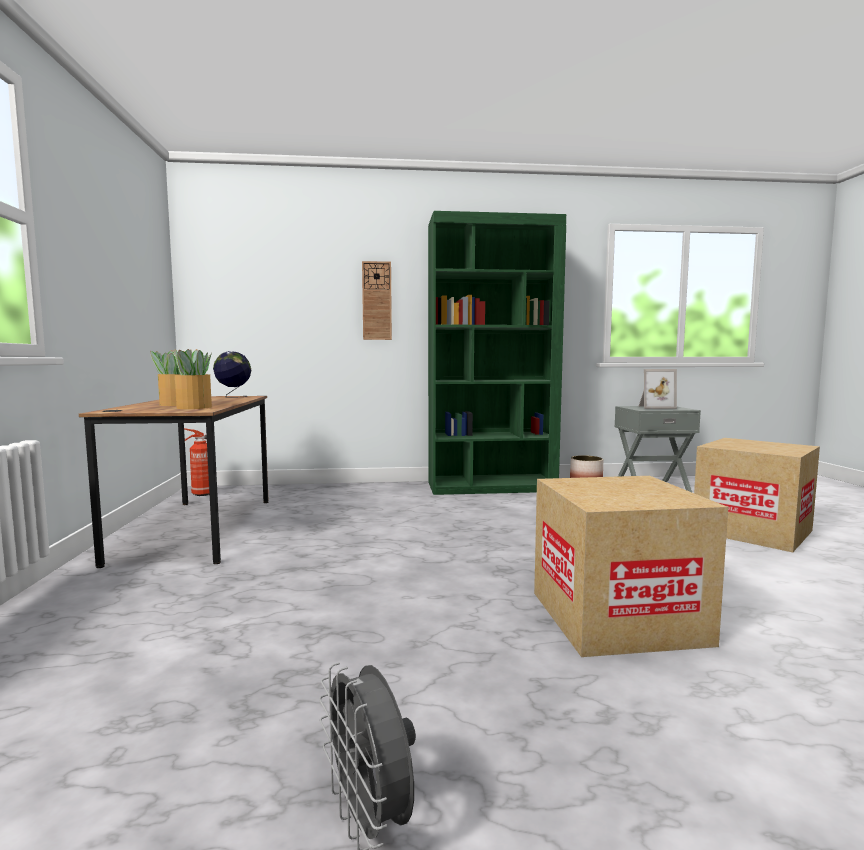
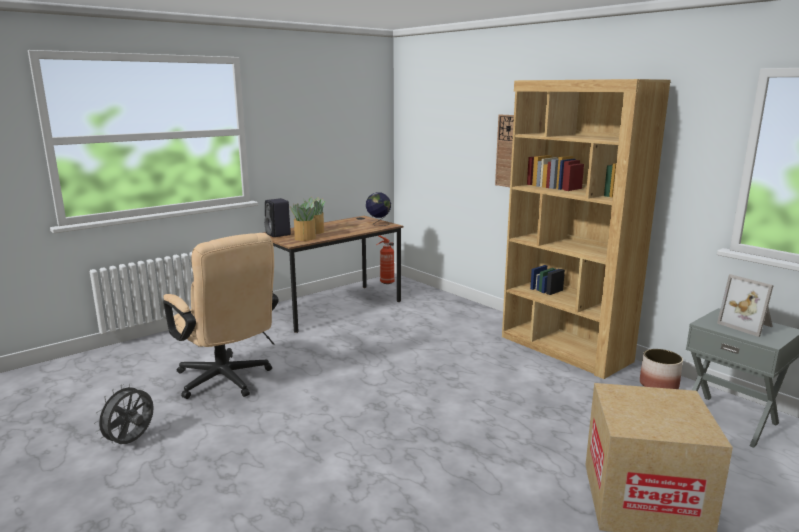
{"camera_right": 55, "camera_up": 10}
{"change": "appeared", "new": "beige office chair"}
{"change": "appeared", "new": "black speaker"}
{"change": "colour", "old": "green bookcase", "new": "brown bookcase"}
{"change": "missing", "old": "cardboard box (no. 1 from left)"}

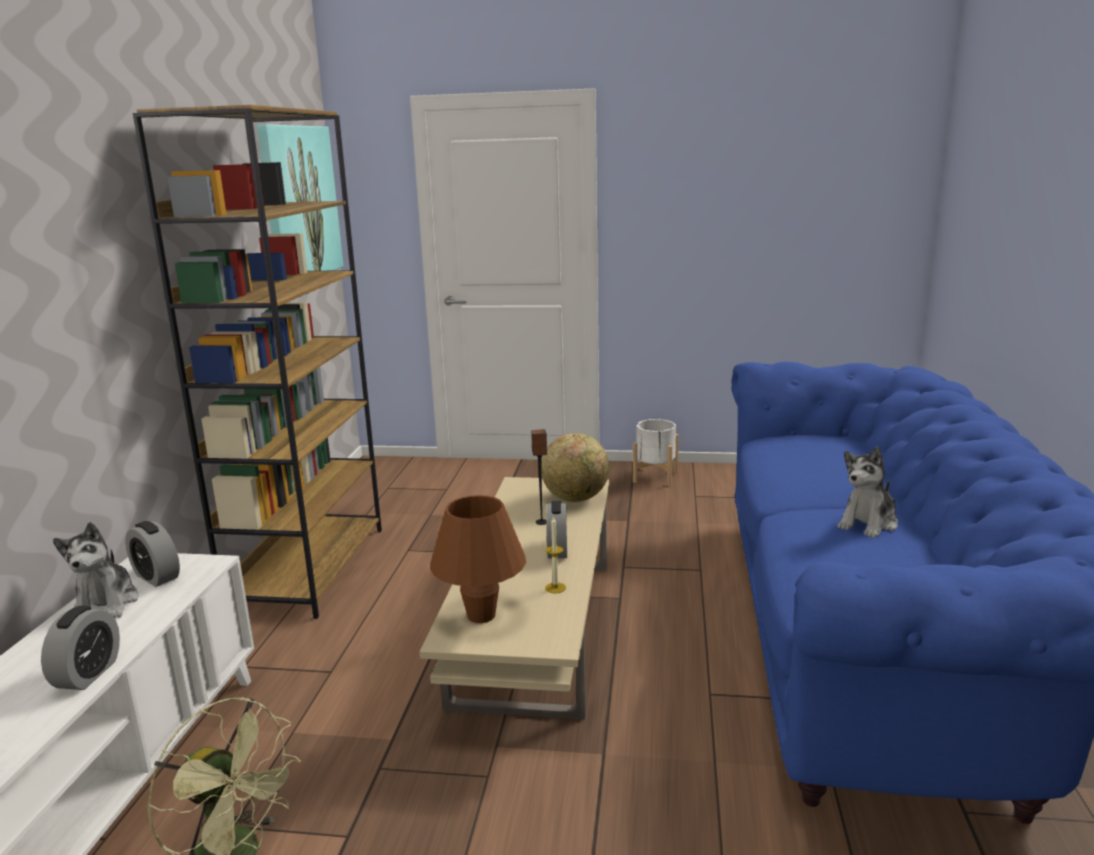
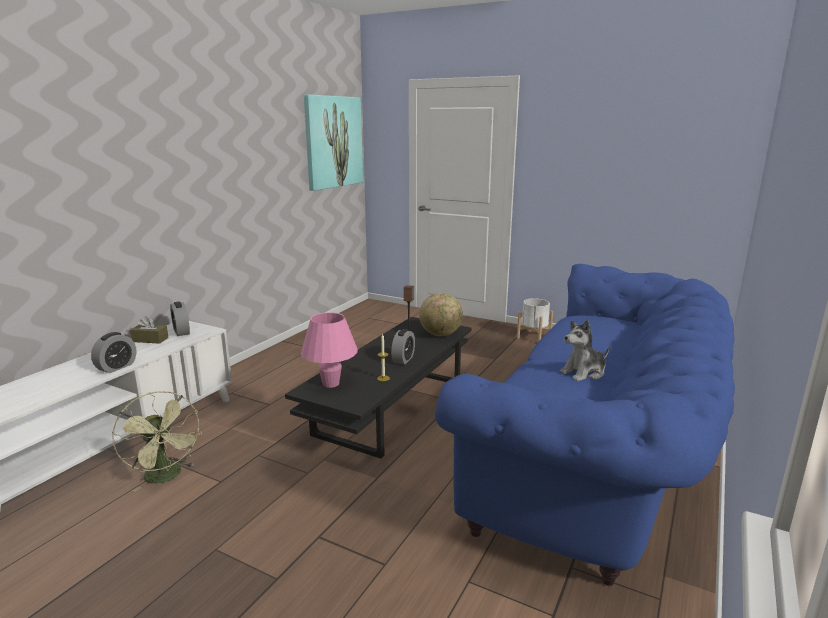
{"camera_right": 20, "camera_up": 0}
{"change": "exchanged", "old": "plush toy (no. 1 from left)", "new": "brown tissue box"}
{"change": "colour", "old": "beige coffee table", "new": "black coffee table"}
{"change": "colour", "old": "brown table lamp", "new": "pink table lamp"}
{"change": "missing", "old": "brown bookcase"}

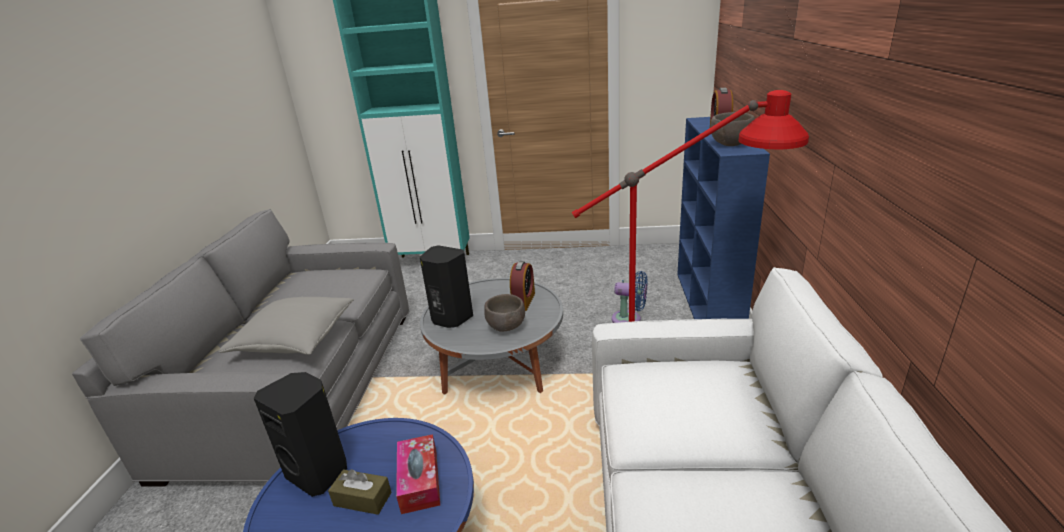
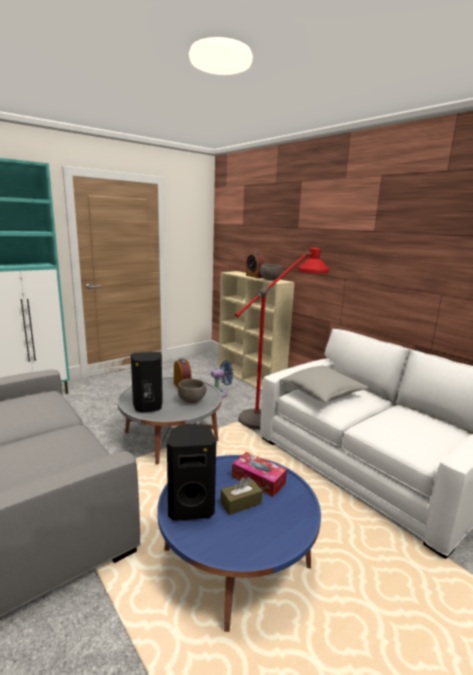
{"camera_right": -45, "camera_up": -10}
{"change": "colour", "old": "blue bookcase", "new": "beige bookcase"}
{"change": "relocated", "old": "grey pillow"}

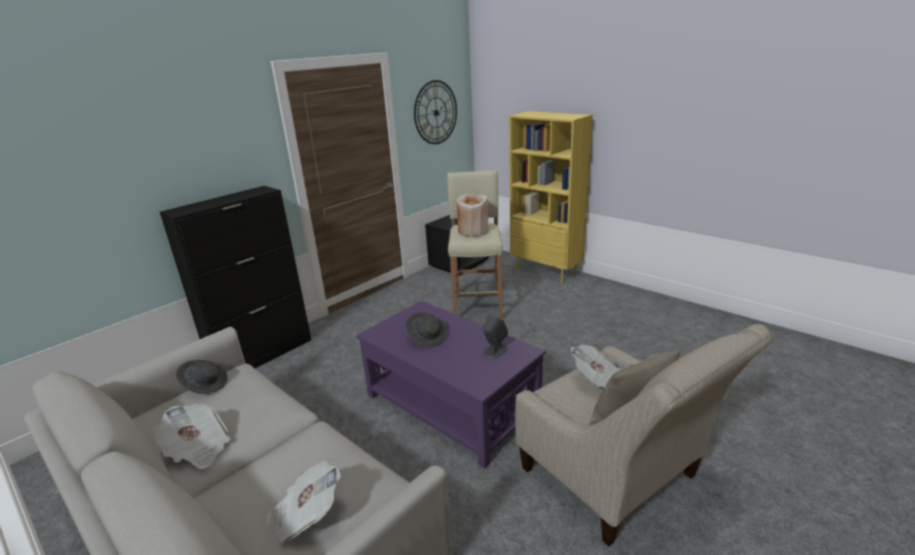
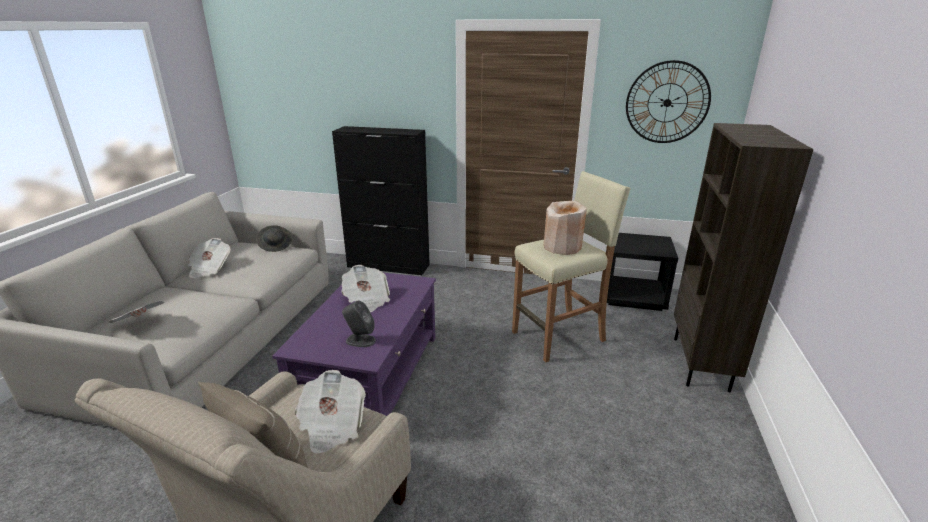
{"camera_right": 60, "camera_up": 0}
{"change": "exchanged", "old": "grey hat (no. 2 from left)", "new": "newspaper (no. 4 from left)"}
{"change": "colour", "old": "yellow bookcase", "new": "brown bookcase"}

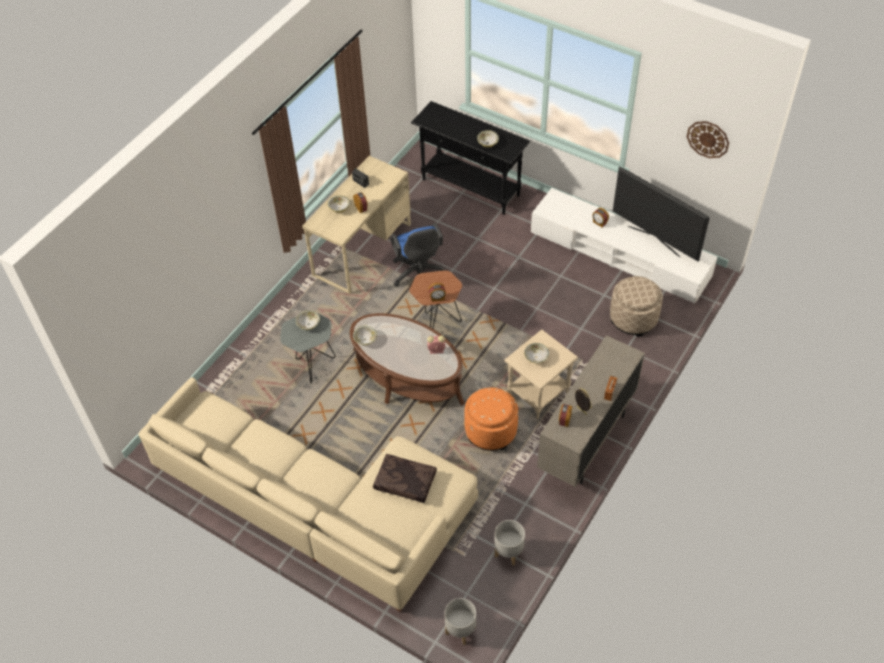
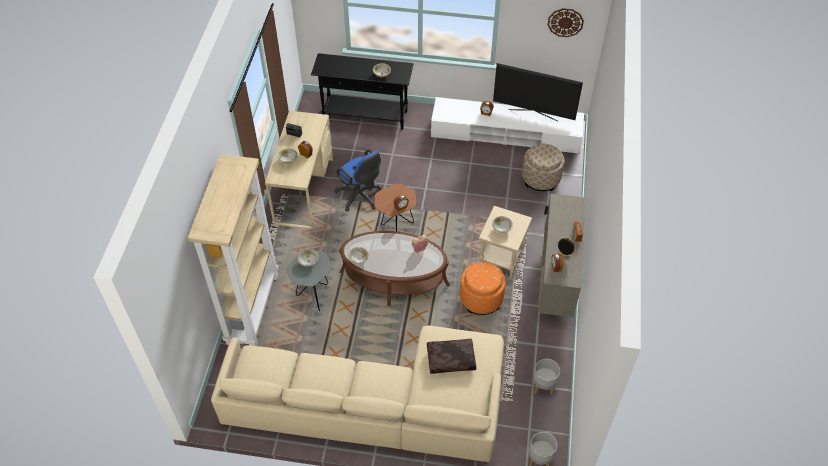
{"camera_right": -25, "camera_up": 0}
{"change": "appeared", "new": "beige bookcase"}

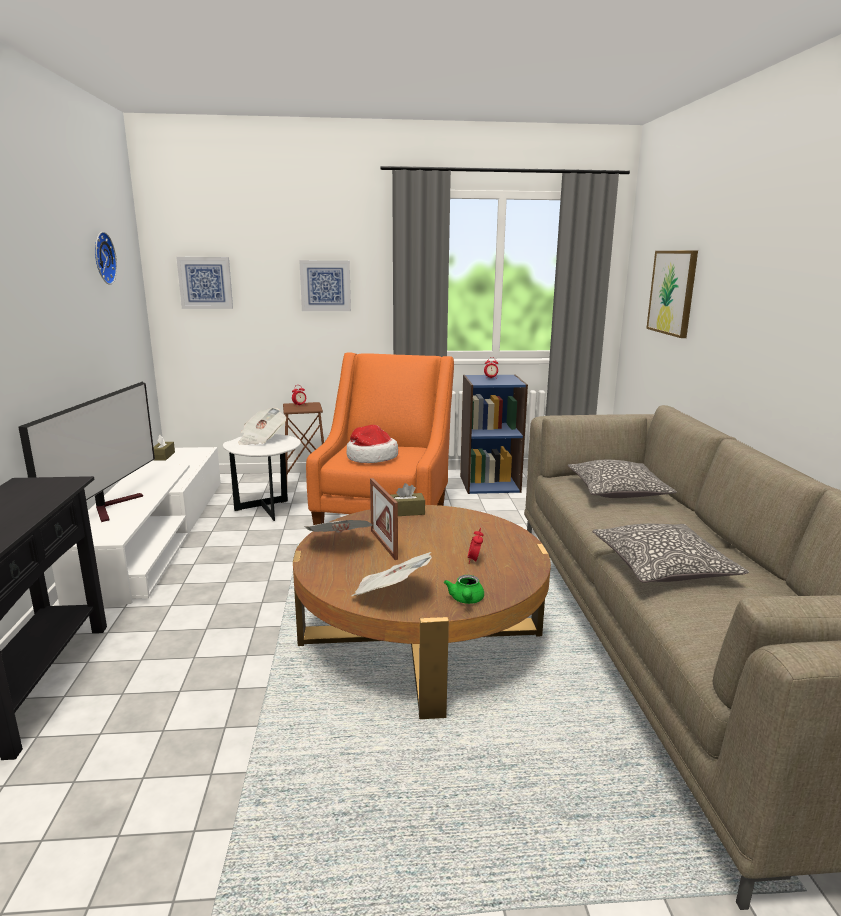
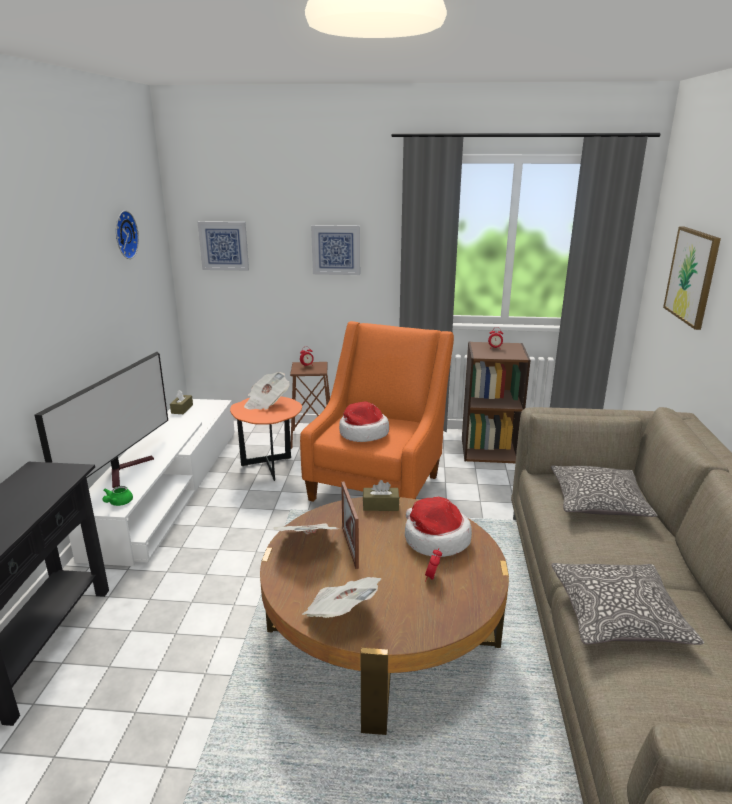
{"camera_right": 10, "camera_up": 5}
{"change": "relocated", "old": "green teapot"}
{"change": "colour", "old": "white side table", "new": "orange side table"}
{"change": "appeared", "new": "hat (no. 2 from left)"}
{"change": "colour", "old": "blue bookcase", "new": "brown bookcase"}

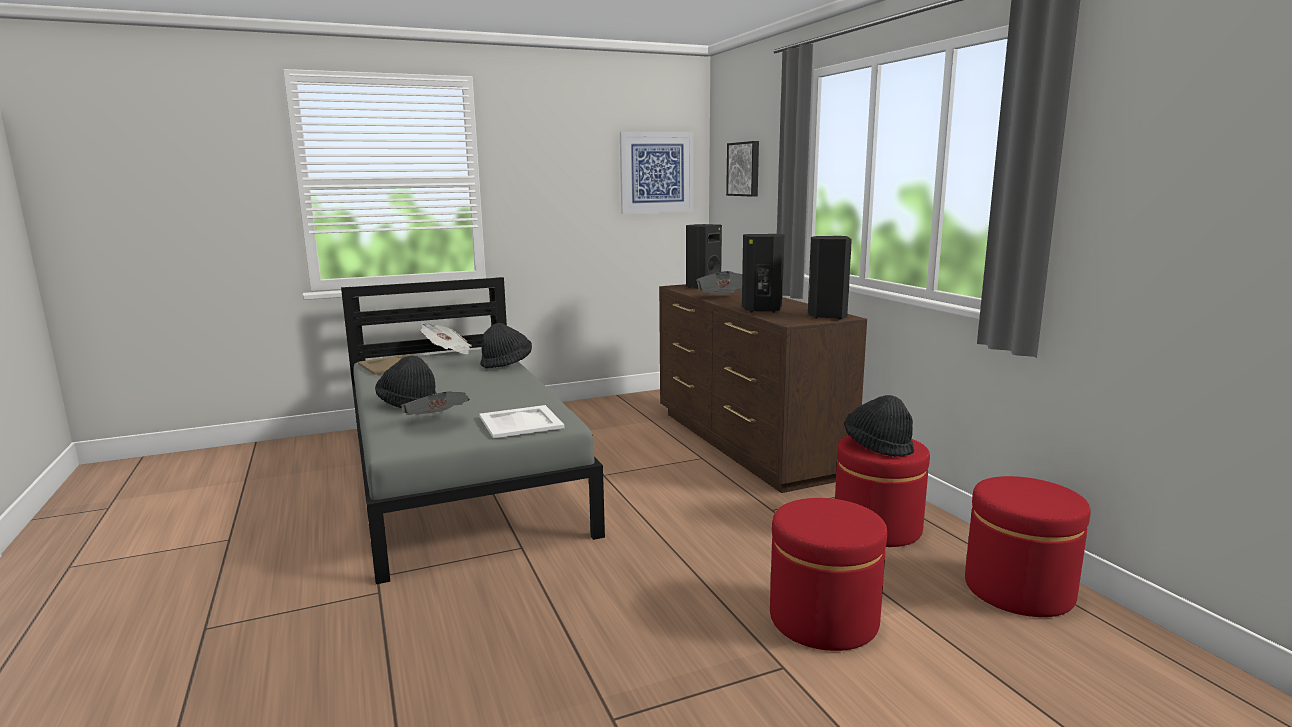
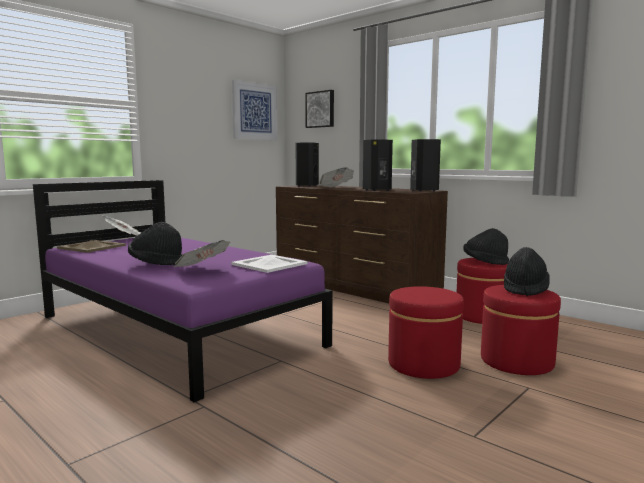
{"camera_right": -25, "camera_up": -5}
{"change": "colour", "old": "grey bed", "new": "purple bed"}
{"change": "relocated", "old": "red ottoman (no. 3 from left in the first image)", "new": "red ottoman (no. 1 from left)"}
{"change": "relocated", "old": "black hat (no. 2 from left in the first image)", "new": "black hat (no. 3 from left)"}

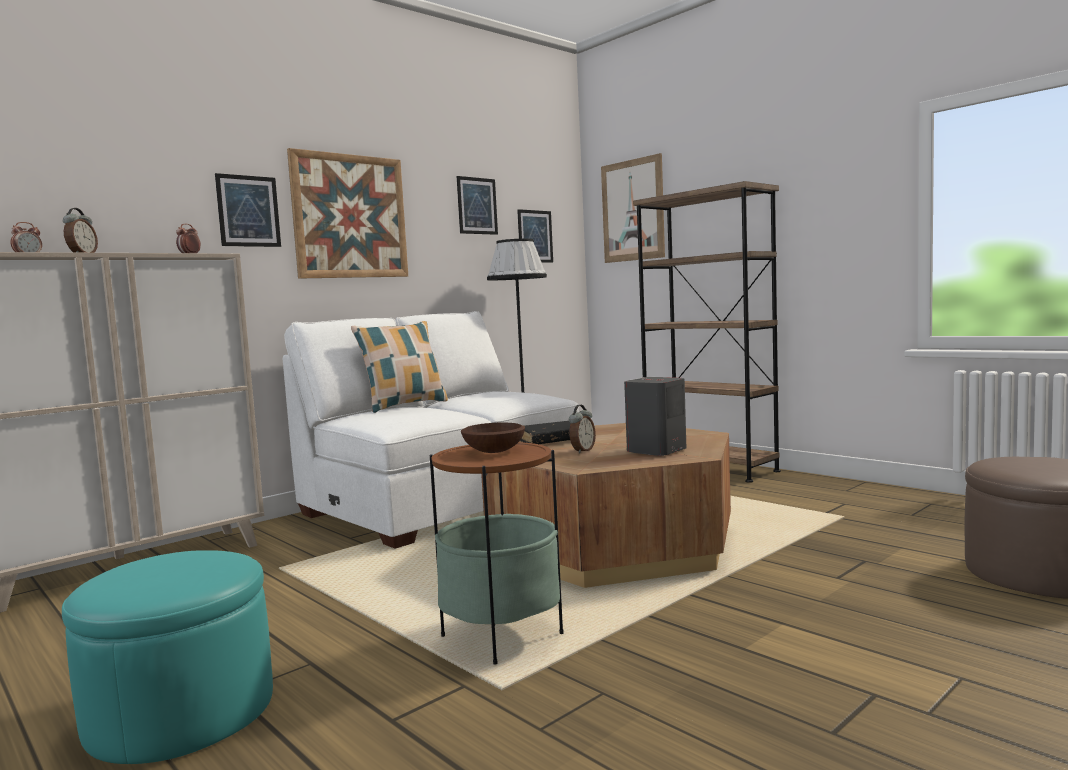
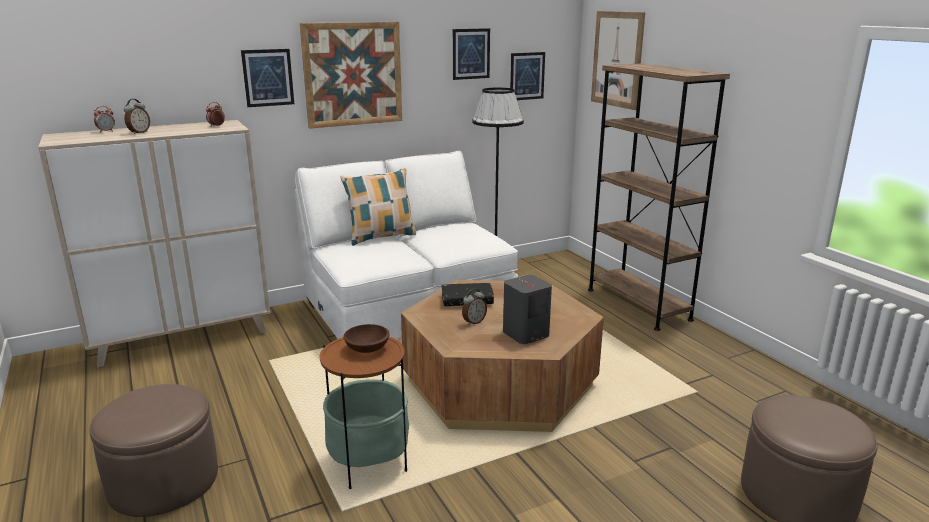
{"camera_right": 15, "camera_up": 15}
{"change": "colour", "old": "turquoise ottoman", "new": "brown ottoman (no. 1 from left)"}

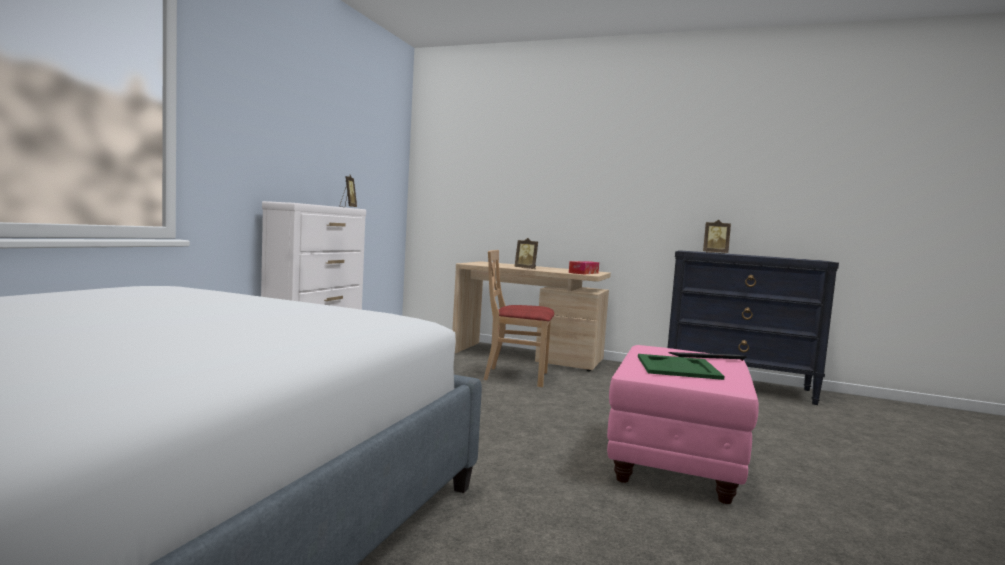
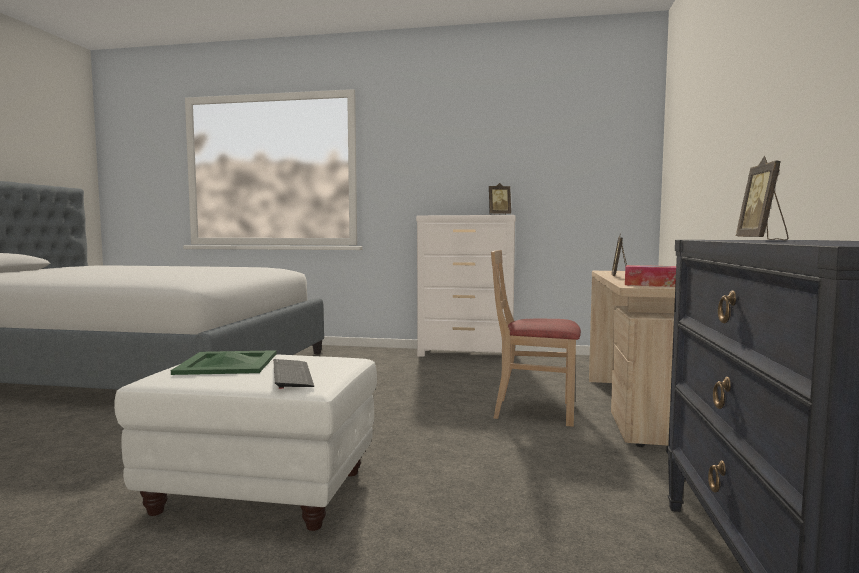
{"camera_right": 80, "camera_up": 0}
{"change": "colour", "old": "pink ottoman", "new": "white ottoman"}
{"change": "spun", "old": "beige chair", "degrees": -75}

